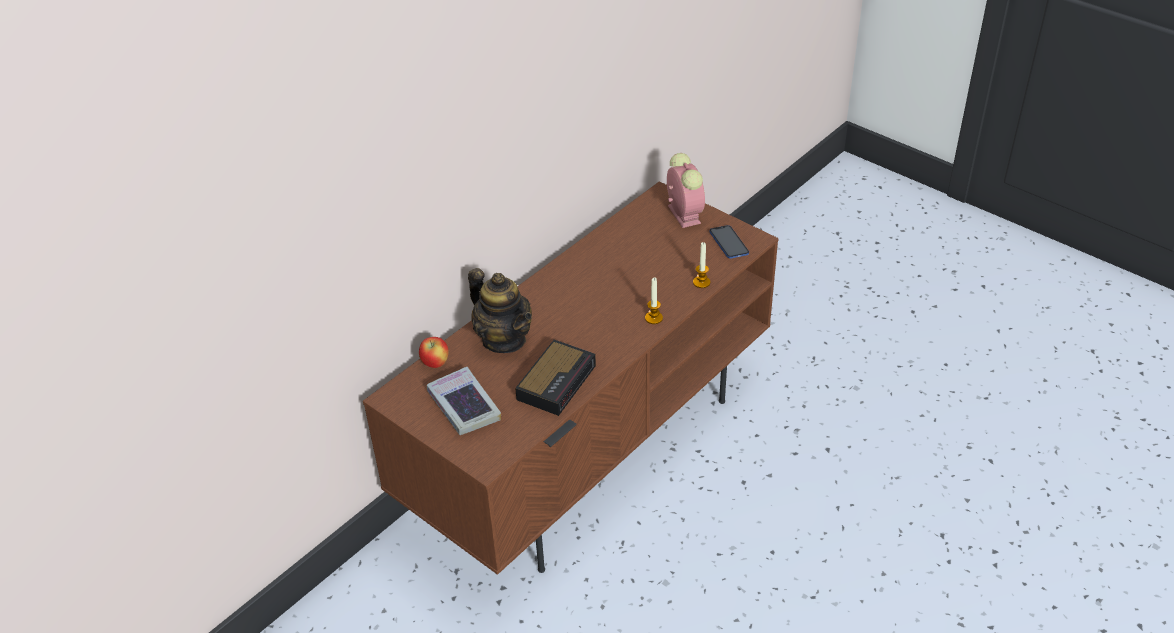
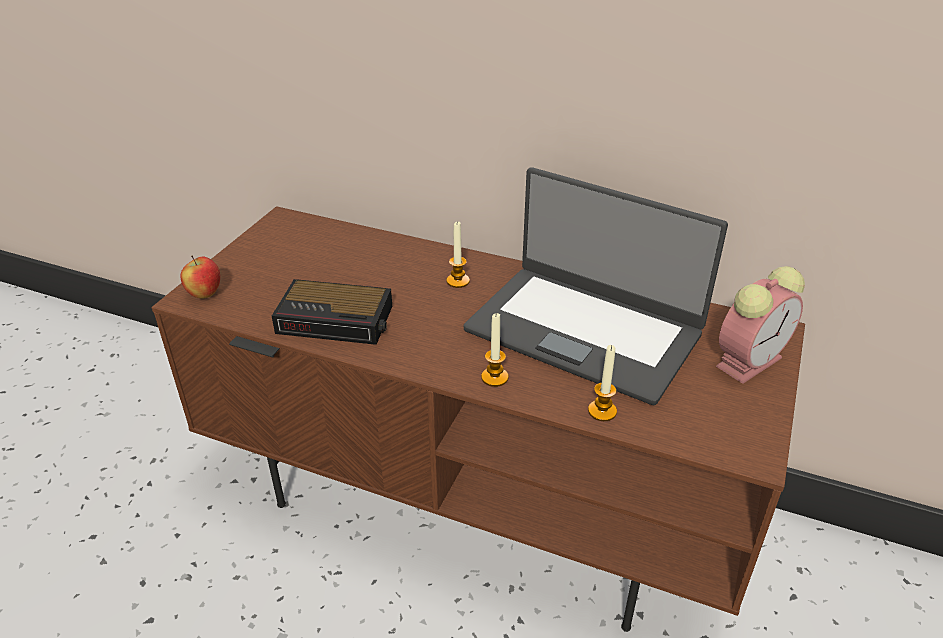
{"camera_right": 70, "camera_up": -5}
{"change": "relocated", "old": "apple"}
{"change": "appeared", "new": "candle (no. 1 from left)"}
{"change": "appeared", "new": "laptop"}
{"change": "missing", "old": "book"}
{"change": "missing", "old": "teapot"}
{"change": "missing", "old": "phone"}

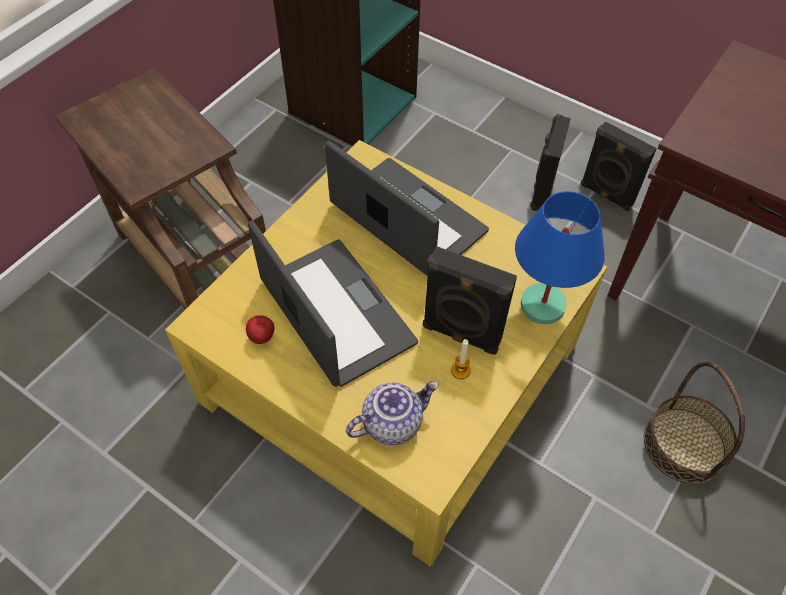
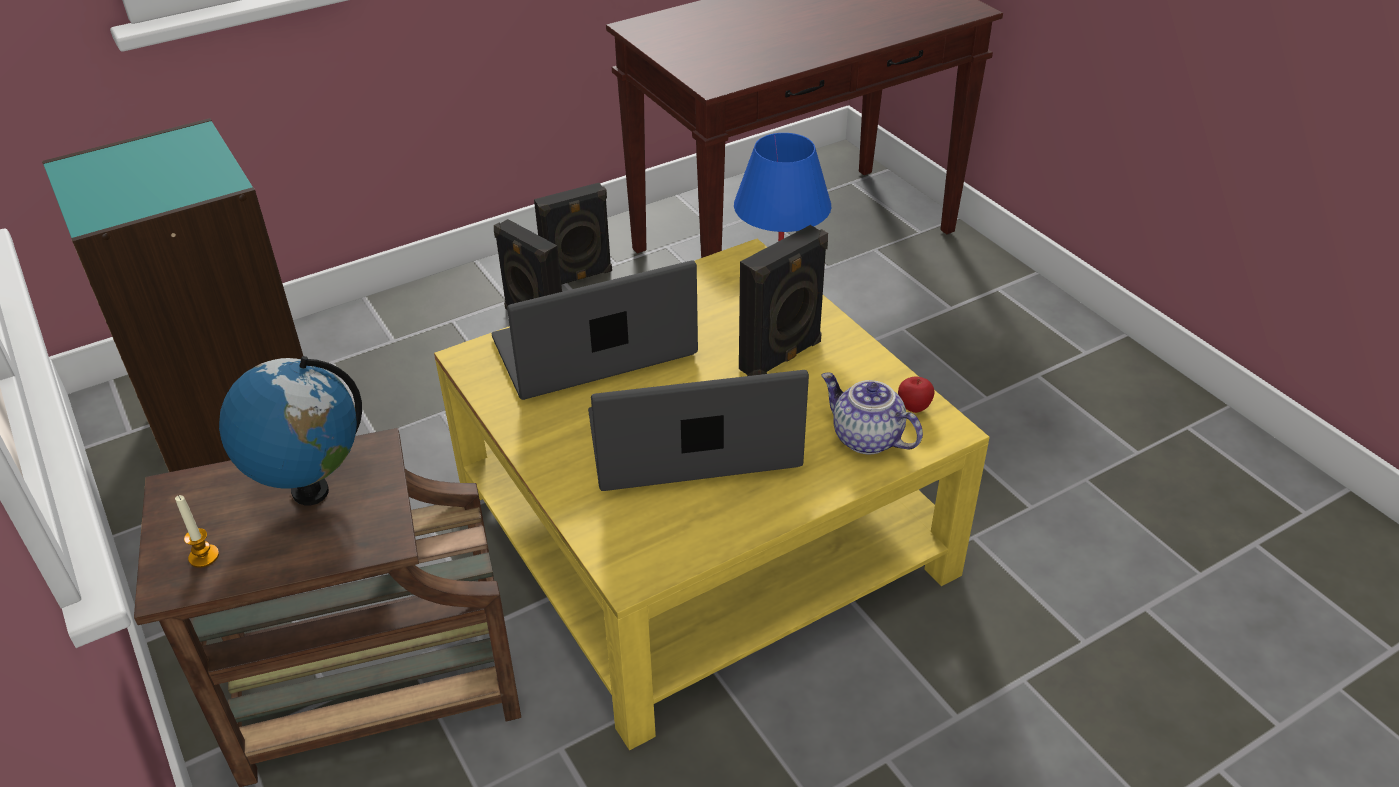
{"camera_right": -65, "camera_up": -15}
{"change": "relocated", "old": "candle"}
{"change": "appeared", "new": "globe"}
{"change": "spun", "old": "teapot", "degrees": -45}
{"change": "relocated", "old": "apple"}
{"change": "missing", "old": "basket"}

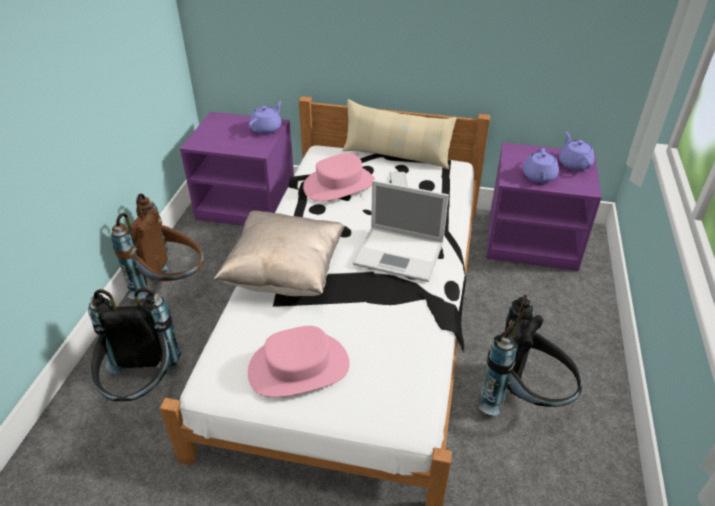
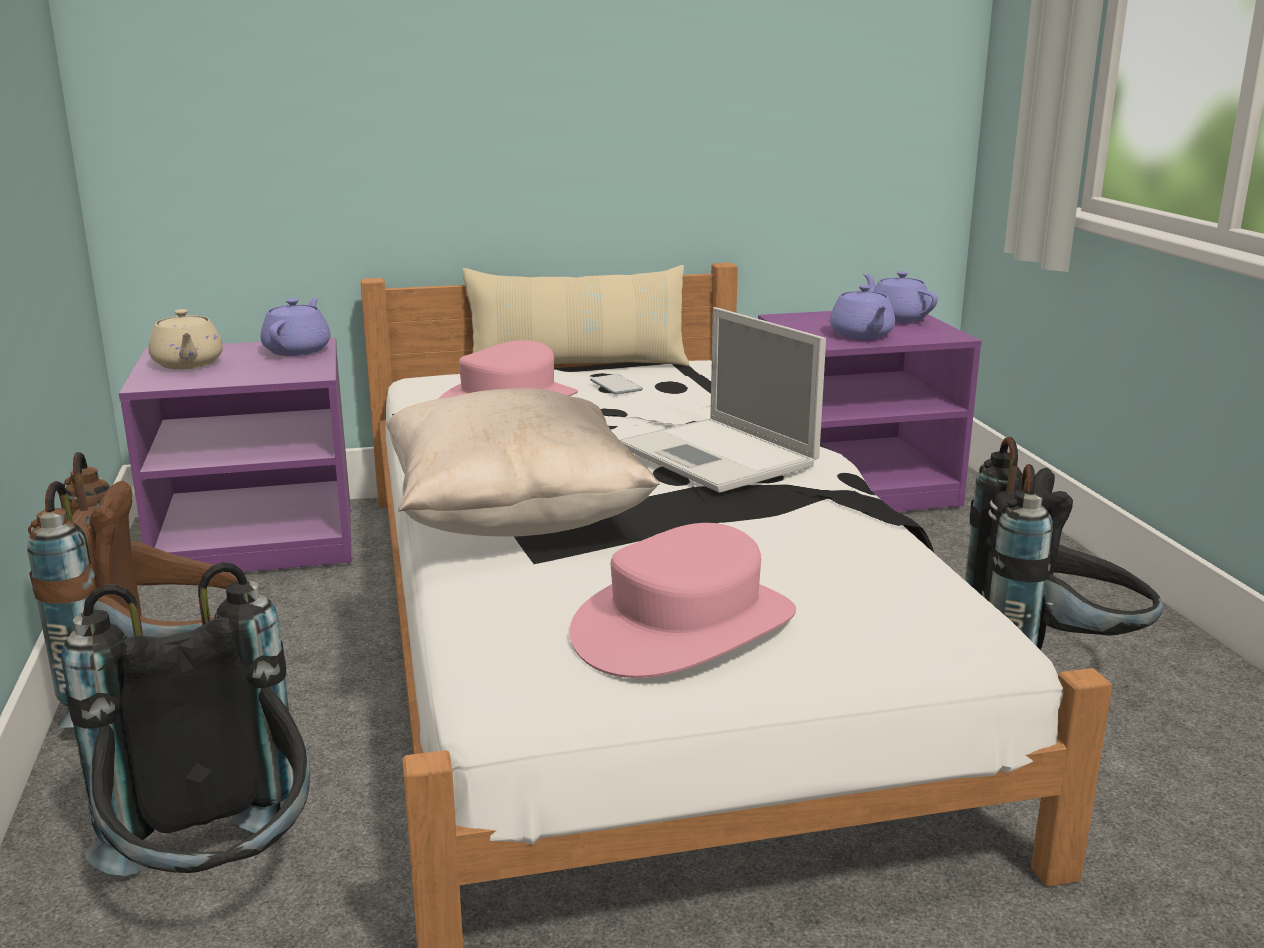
{"camera_right": -25, "camera_up": -20}
{"change": "appeared", "new": "beige teapot"}
{"change": "spun", "old": "laptop", "degrees": 60}

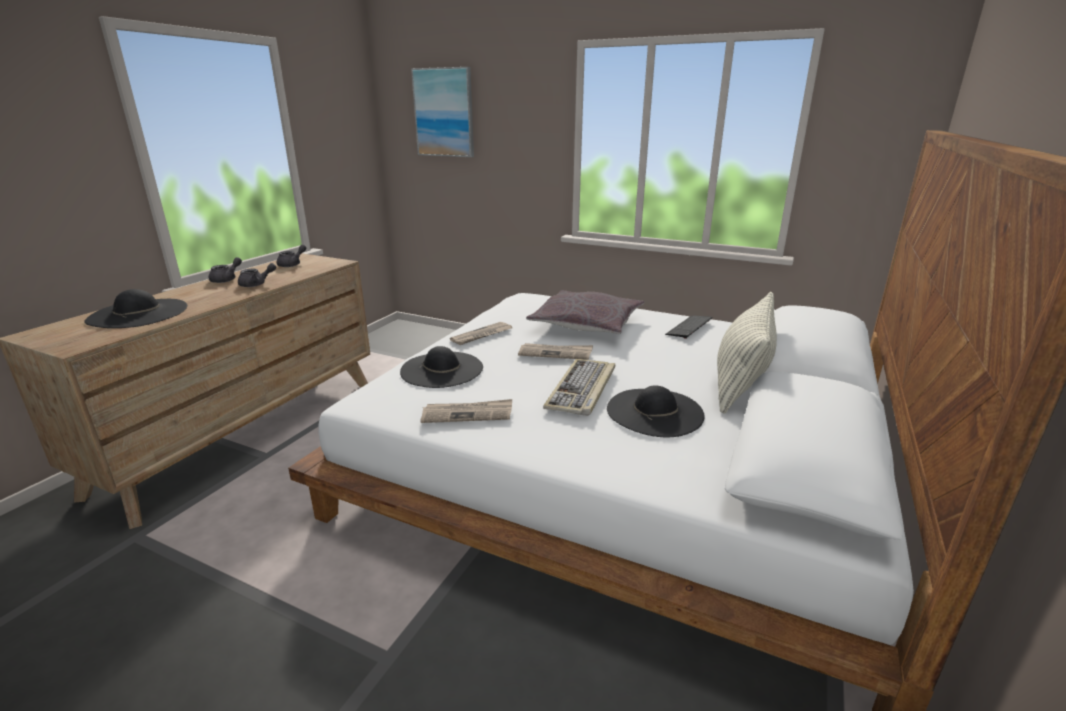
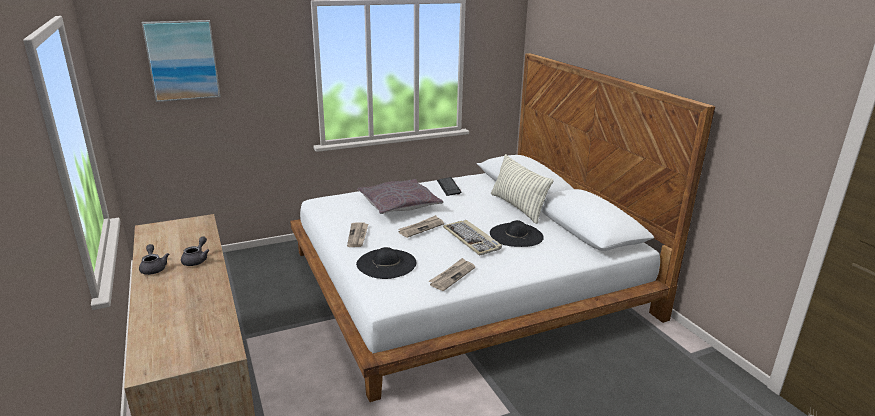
{"camera_right": -50, "camera_up": 0}
{"change": "missing", "old": "black hat (no. 1 from left)"}
{"change": "missing", "old": "grey teapot (no. 3 from left)"}

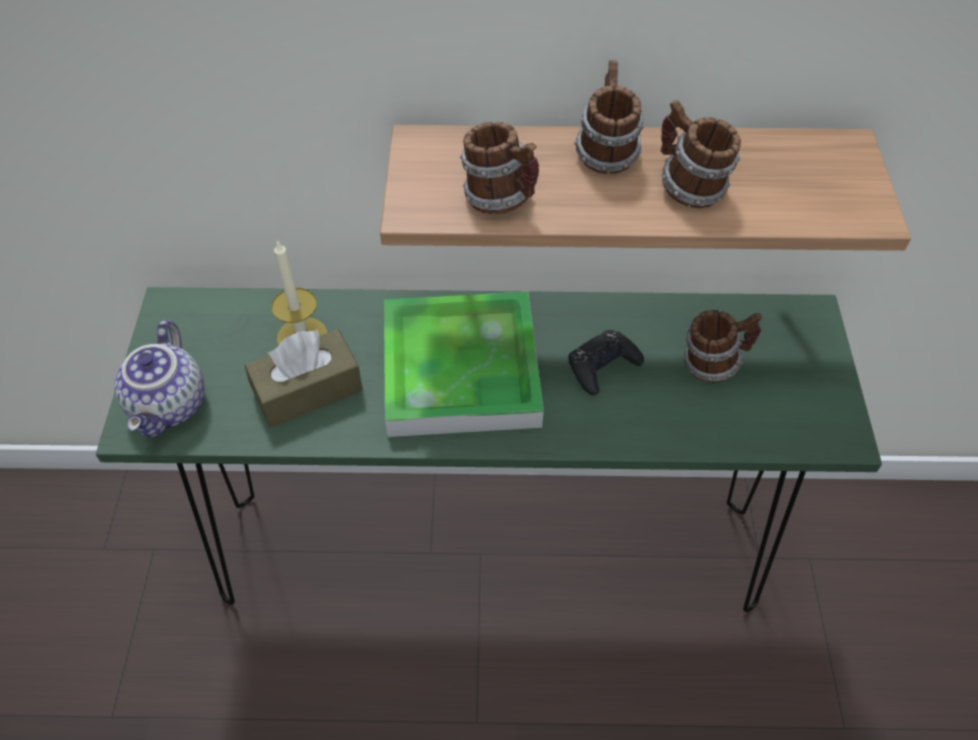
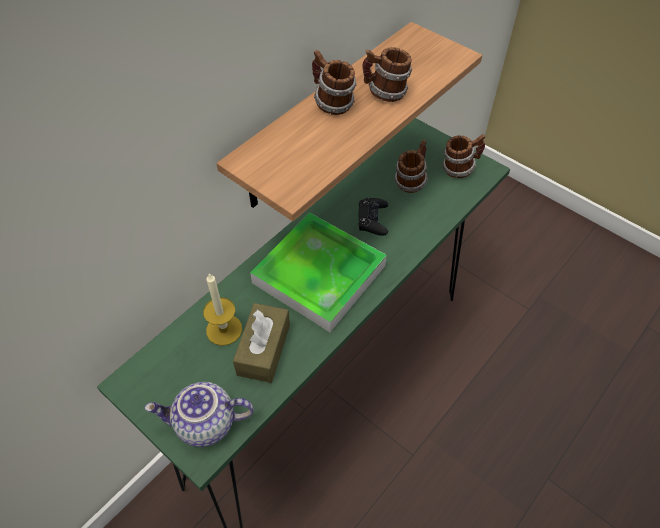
{"camera_right": -50, "camera_up": 0}
{"change": "spun", "old": "teapot", "degrees": 135}
{"change": "relocated", "old": "mug (no. 1 from left in the first image)", "new": "mug (no. 4 from left)"}

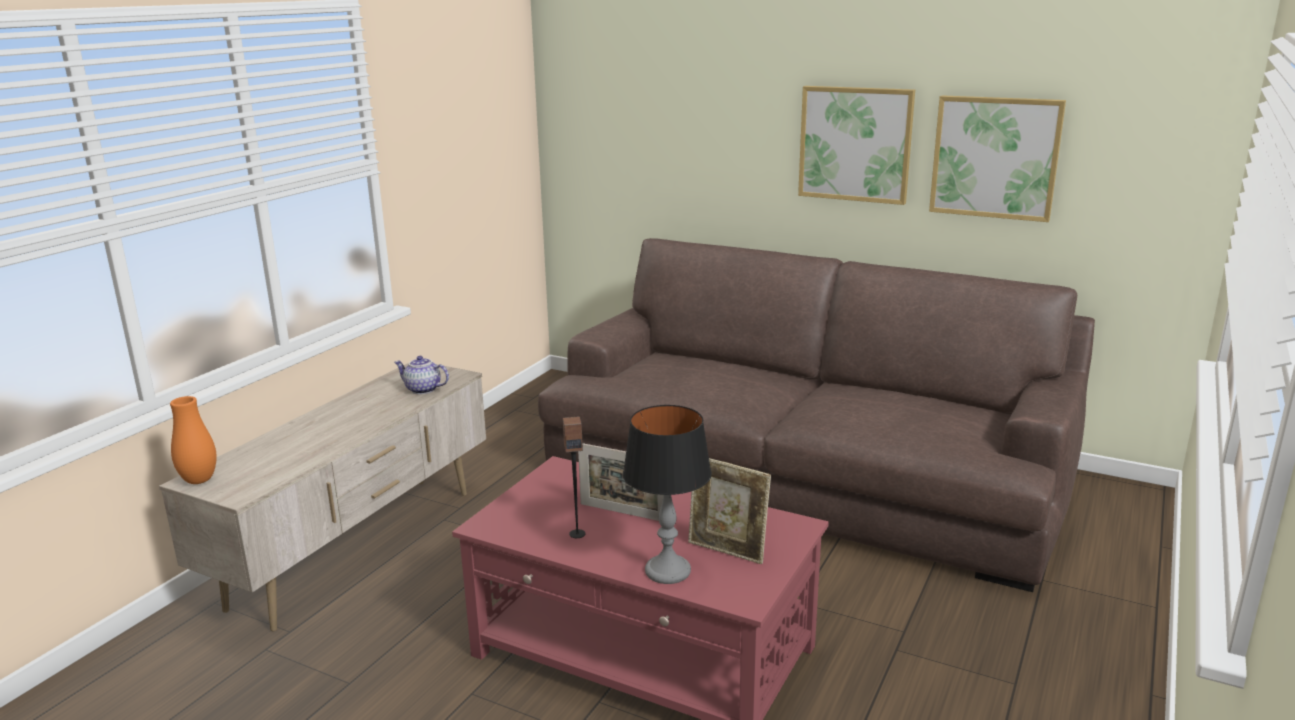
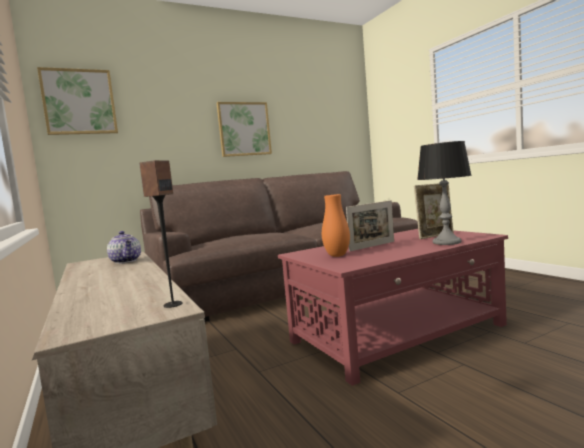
{"camera_right": -55, "camera_up": -15}
{"change": "relocated", "old": "picture (no. 2 from left in the first image)", "new": "picture (no. 1 from left)"}
{"change": "spun", "old": "teapot", "degrees": -90}
{"change": "relocated", "old": "speaker"}
{"change": "relocated", "old": "orange vase"}

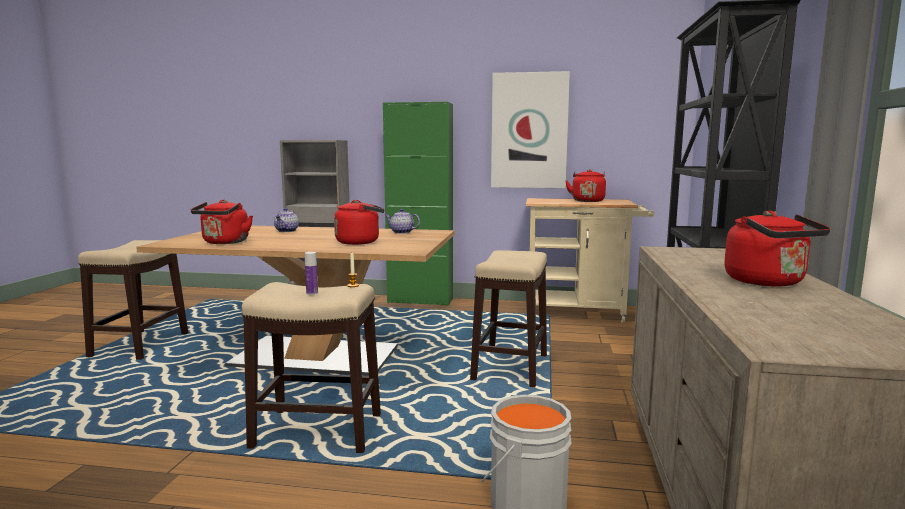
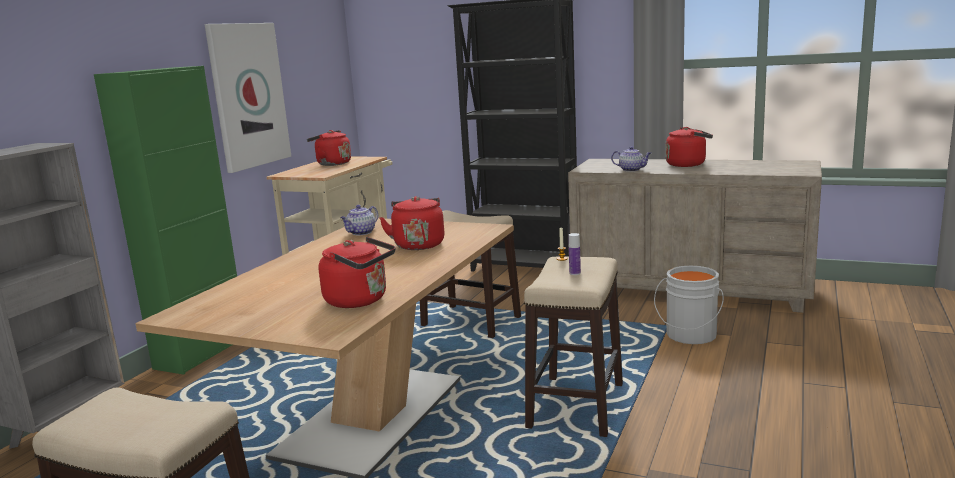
{"camera_right": -75, "camera_up": 5}
{"change": "relocated", "old": "teapot (no. 1 from left in the first image)", "new": "teapot (no. 2 from left)"}

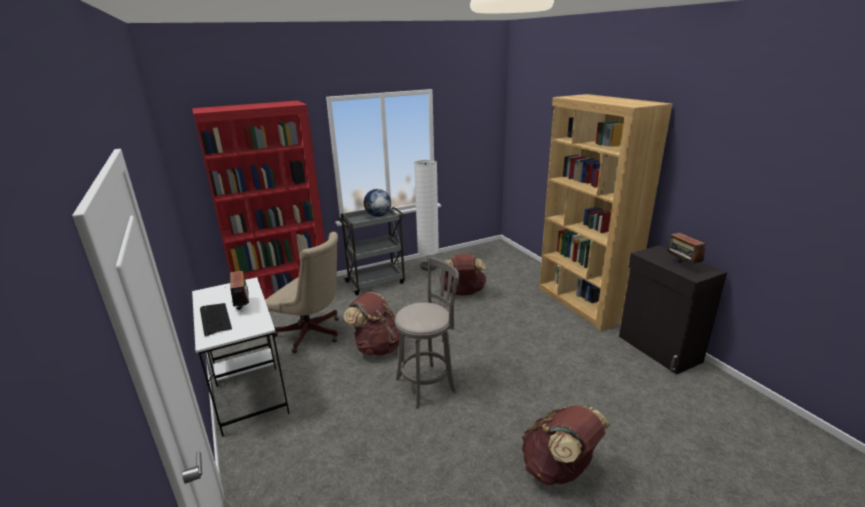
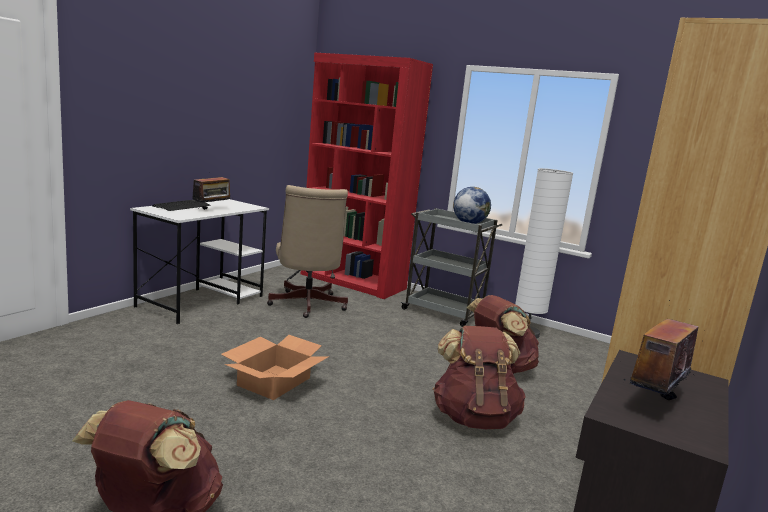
{"camera_right": 55, "camera_up": -10}
{"change": "exchanged", "old": "grey stool", "new": "cardboard box"}
{"change": "relocated", "old": "brown backpack (no. 1 from left in the first image)", "new": "brown backpack (no. 2 from left)"}

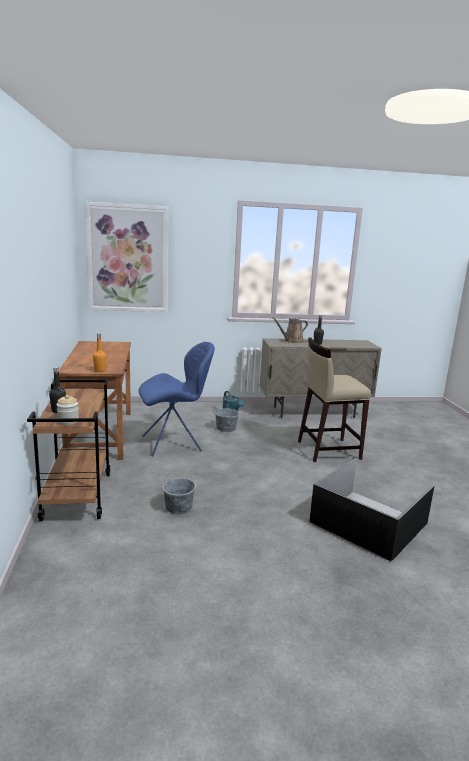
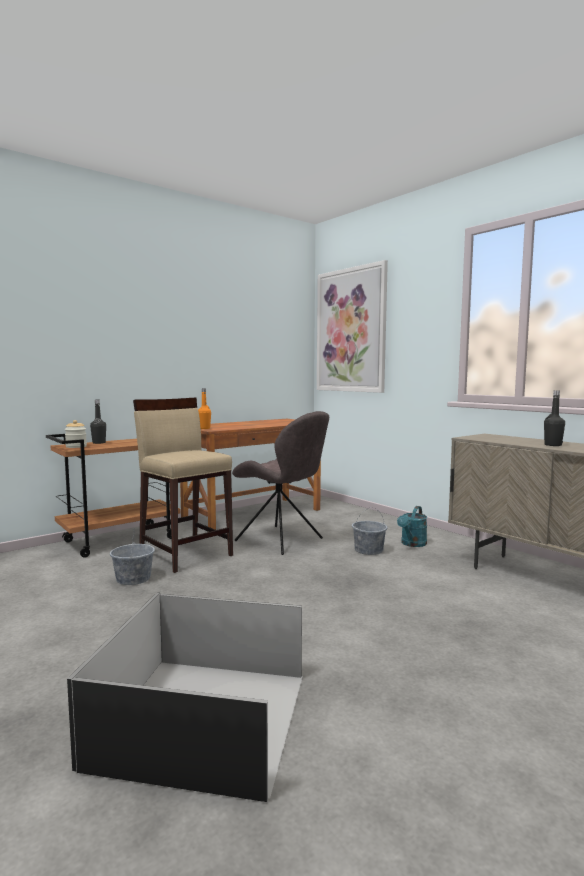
{"camera_right": 60, "camera_up": -10}
{"change": "relocated", "old": "beige stool"}
{"change": "colour", "old": "blue chair", "new": "grey chair"}
{"change": "missing", "old": "brown watering can"}

